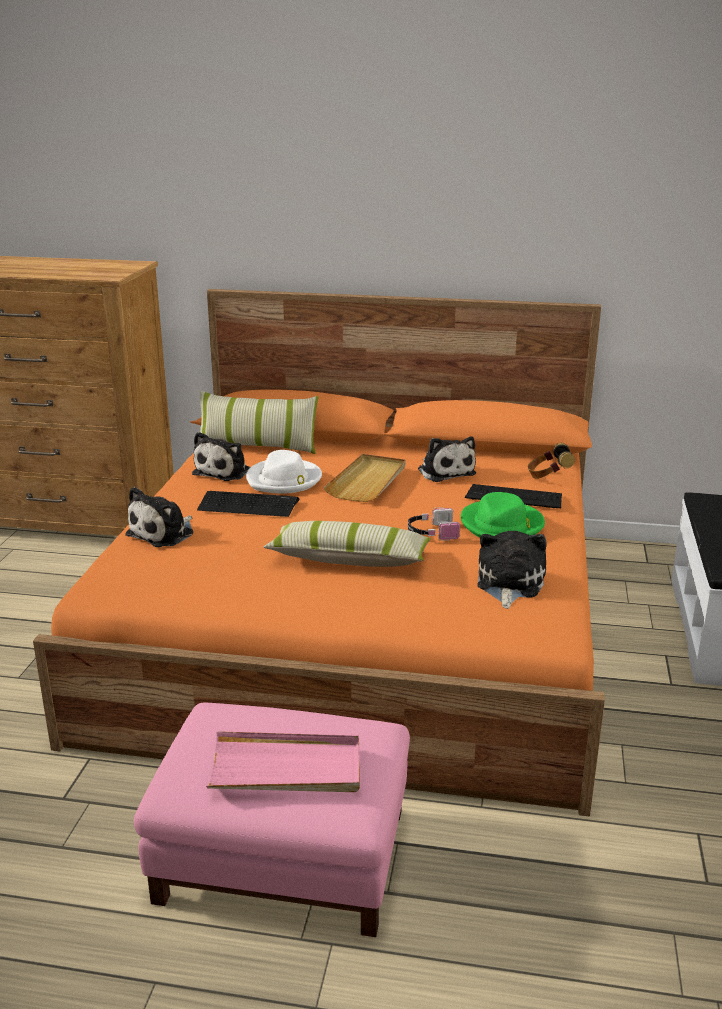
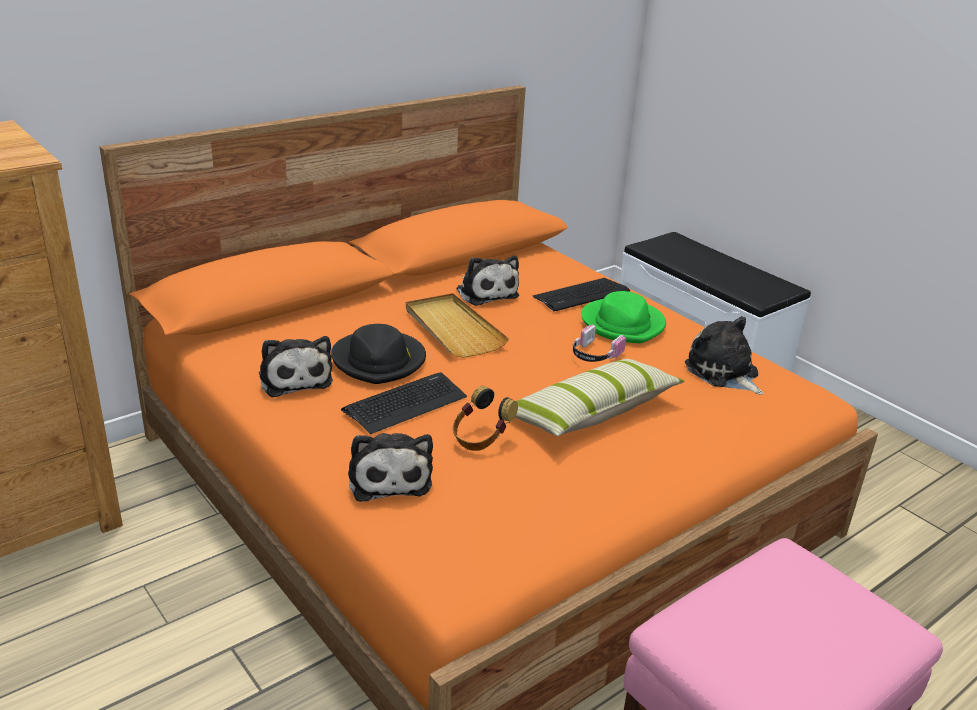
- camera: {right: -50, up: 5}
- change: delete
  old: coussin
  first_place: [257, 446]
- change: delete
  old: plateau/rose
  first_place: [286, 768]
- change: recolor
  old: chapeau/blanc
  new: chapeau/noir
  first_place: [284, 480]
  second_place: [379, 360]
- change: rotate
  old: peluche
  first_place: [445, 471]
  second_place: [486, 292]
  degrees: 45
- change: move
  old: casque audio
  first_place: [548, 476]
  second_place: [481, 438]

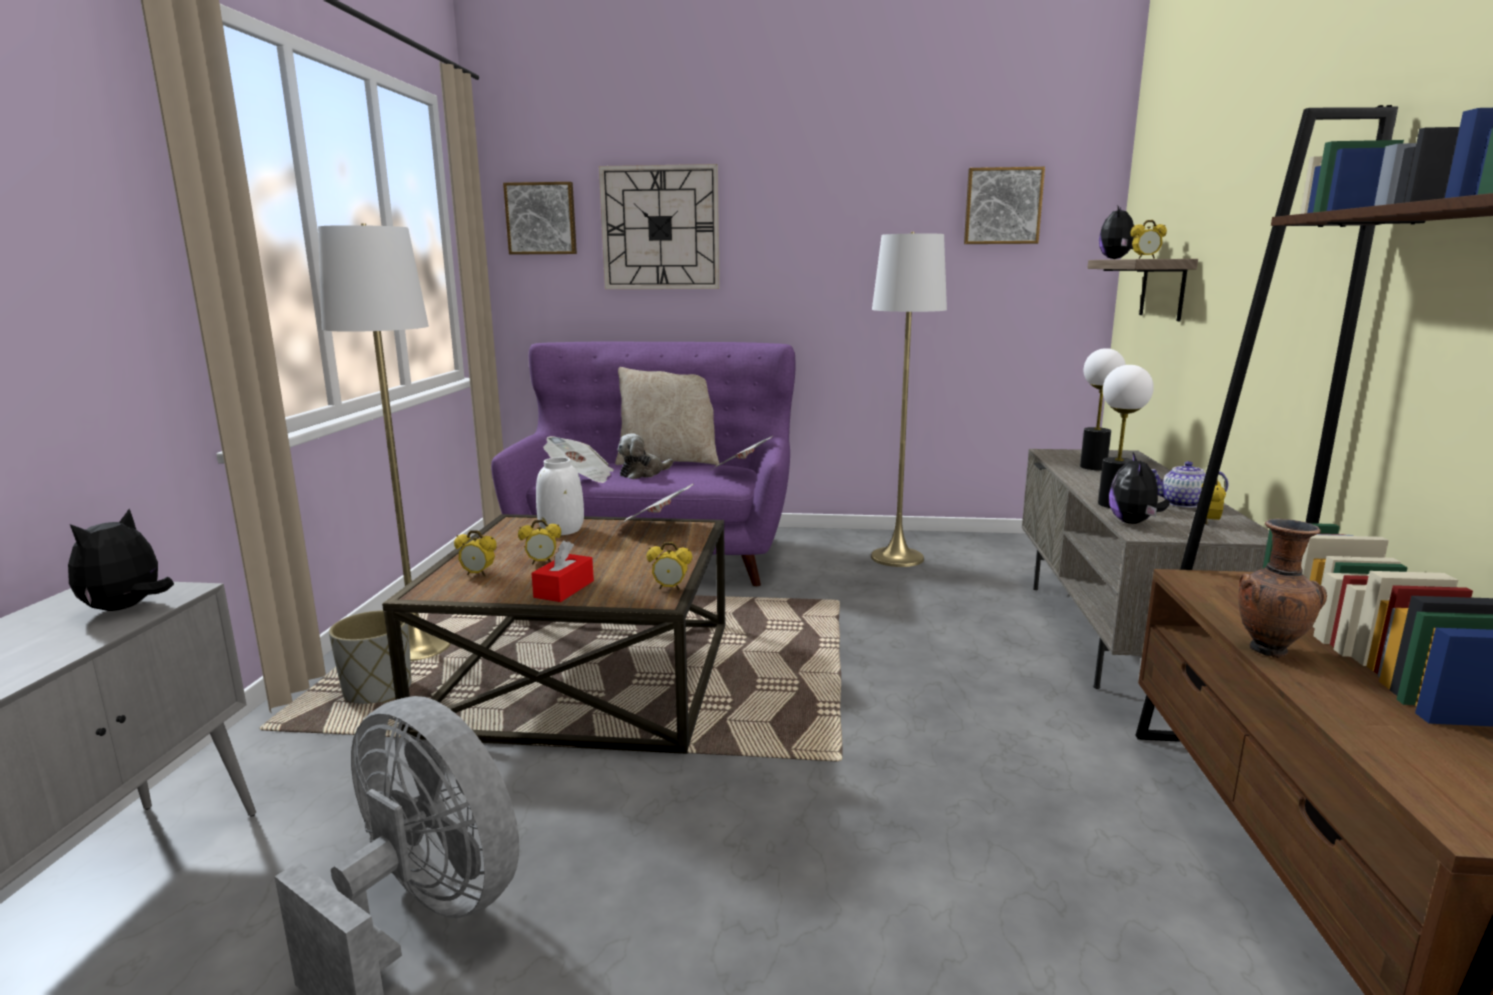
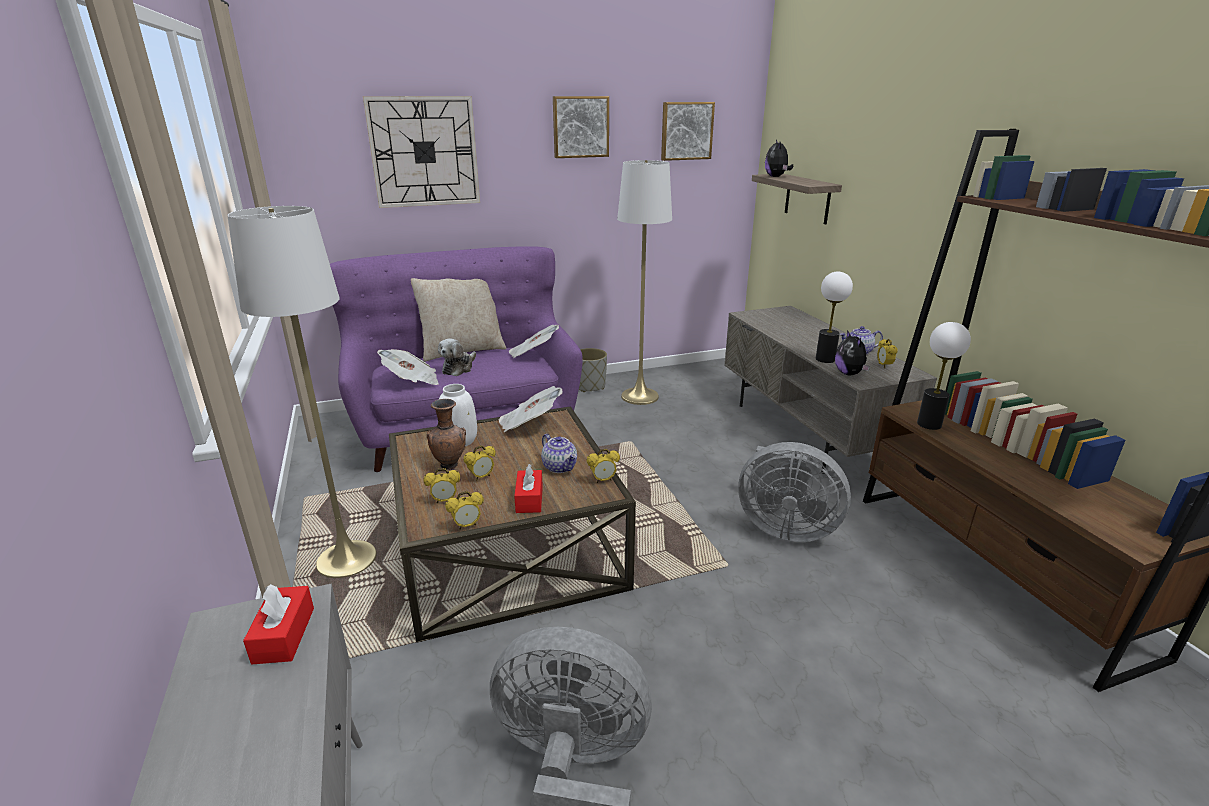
- camera: {right: -25, up: 10}
- change: replace
  old: peluche
  new: boîte à mouchoirs/rouge
  first_place: [126, 608]
  second_place: [284, 635]
- change: move
  old: cache-pot/gris
  first_place: [378, 691]
  second_place: [590, 386]
- change: move
  old: tableau
  first_place: [541, 218]
  second_place: [580, 127]
- change: move
  old: lampe de table
  first_place: [1093, 467]
  second_place: [929, 424]
- change: move
  old: réveil
  first_place: [1145, 258]
  second_place: [467, 525]
- change: move
  old: vase/marron
  first_place: [1269, 650]
  second_place: [450, 465]
- change: insert
  new: théière
  second_place: [560, 467]
- change: insert
  new: ventilateur/gris
  second_place: [784, 528]

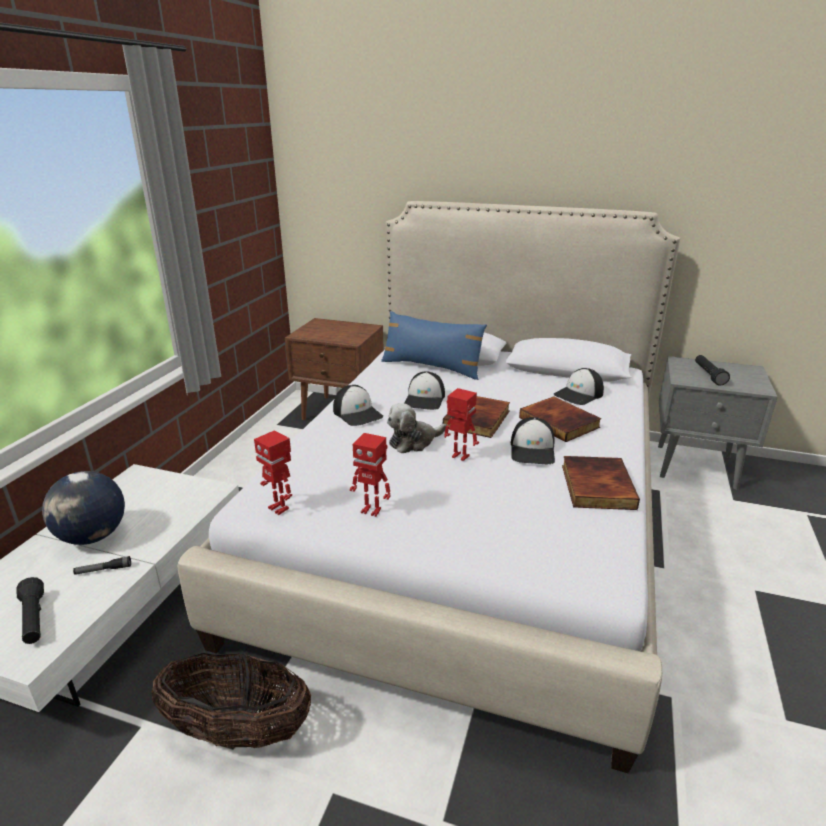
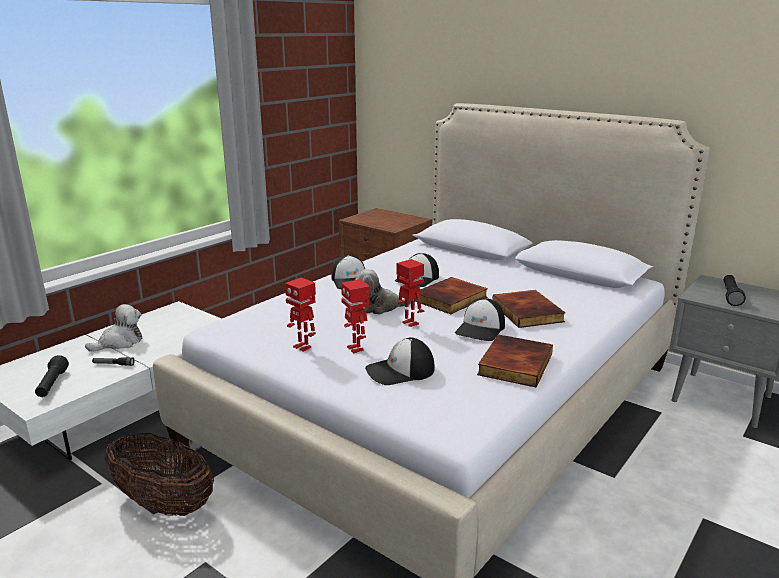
- camera: {right: 20, up: -5}
- change: replace
  old: globe
  new: peluche
  first_place: [92, 536]
  second_place: [120, 342]
- change: move
  old: robot jouet
  first_place: [279, 508]
  second_place: [356, 349]
- change: delete
  old: coussin/bleu
  first_place: [432, 367]
- change: move
  old: casquette
  first_place: [579, 394]
  second_place: [400, 371]

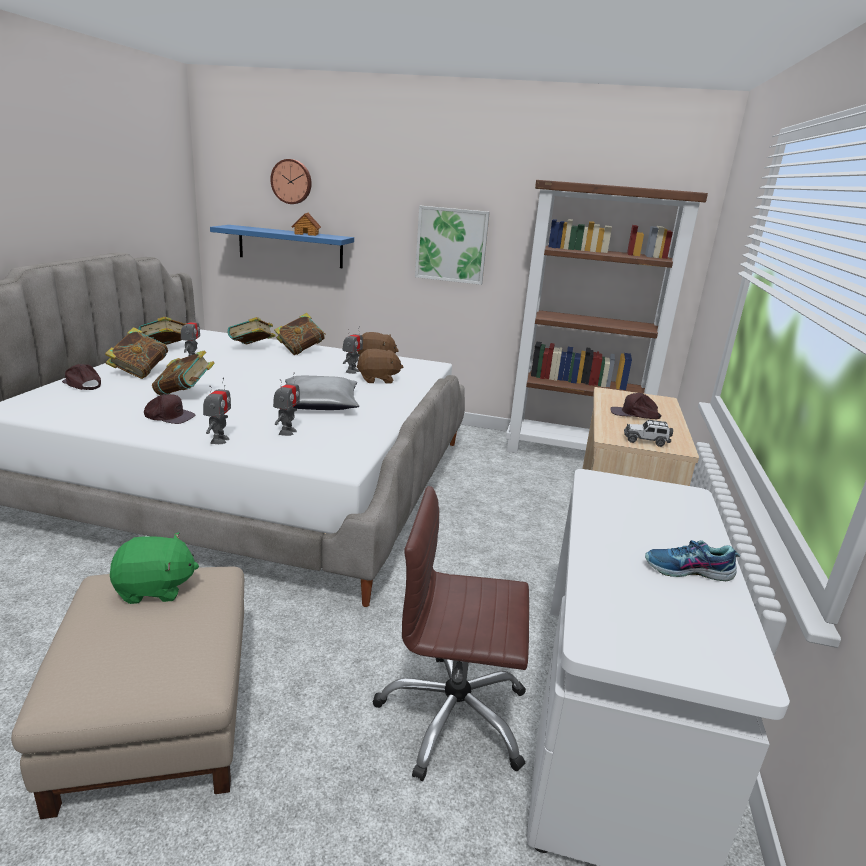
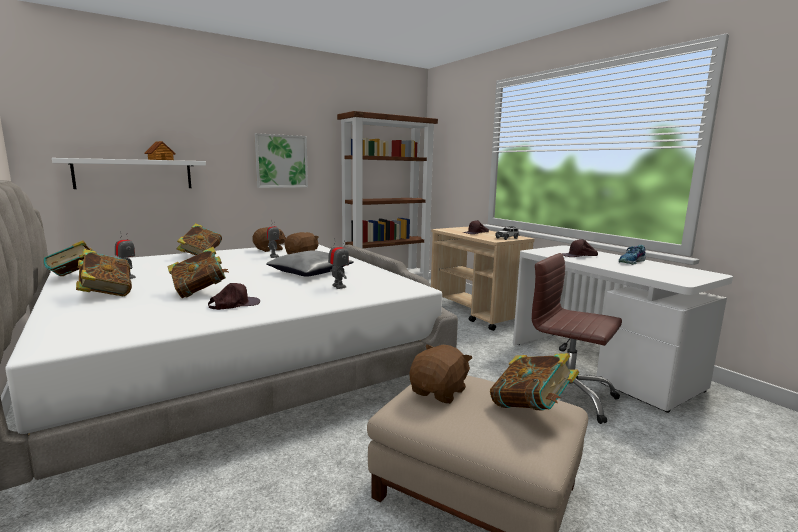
- camera: {right: -45, up: -10}
- change: move
  old: casquette/marron
  first_place: [82, 384]
  second_place: [579, 256]
- change: recolor
  old: peluche/vert
  new: peluche/marron
  first_place: [155, 589]
  second_place: [439, 392]
- change: delete
  old: robot jouet
  first_place: [219, 440]
- change: recolor
  old: étagère/bleu
  new: étagère/blanc
  first_place: [290, 246]
  second_place: [134, 174]
- change: move
  old: livre
  first_place: [252, 348]
  second_place: [530, 409]
- change: delete
  old: horloge murale
  first_place: [292, 181]
- change: rotate
  old: chaise de bureau/marron
  first_place: [453, 717]
  second_place: [566, 397]
  degrees: 75

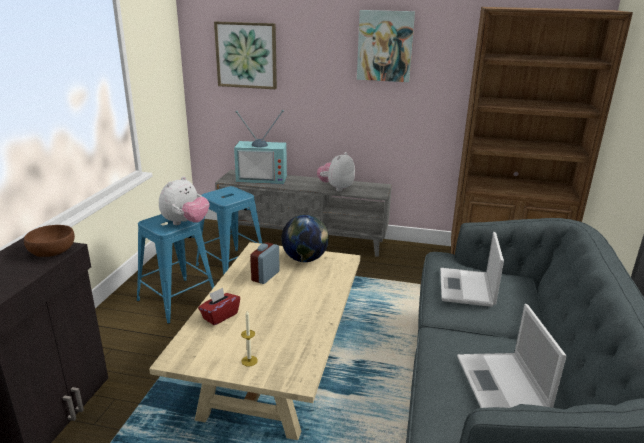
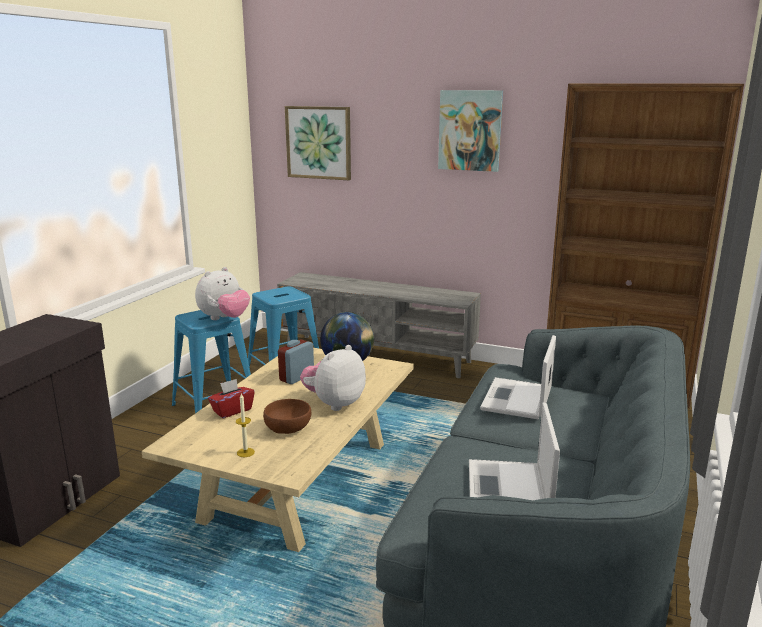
- camera: {right: 10, up: -5}
- change: move
  old: bol/marron
  first_place: [53, 251]
  second_place: [289, 428]
- change: delete
  old: téléviseur
  first_place: [263, 178]
- change: move
  old: peluche
  first_place: [336, 188]
  second_place: [334, 403]

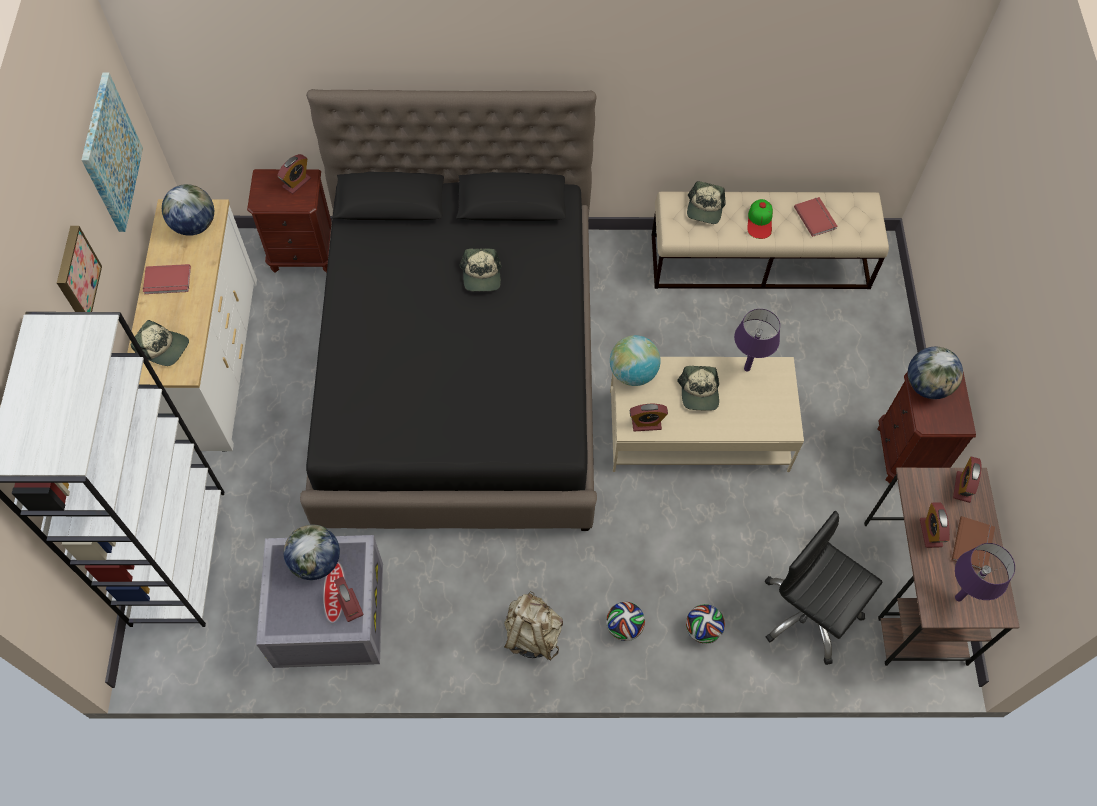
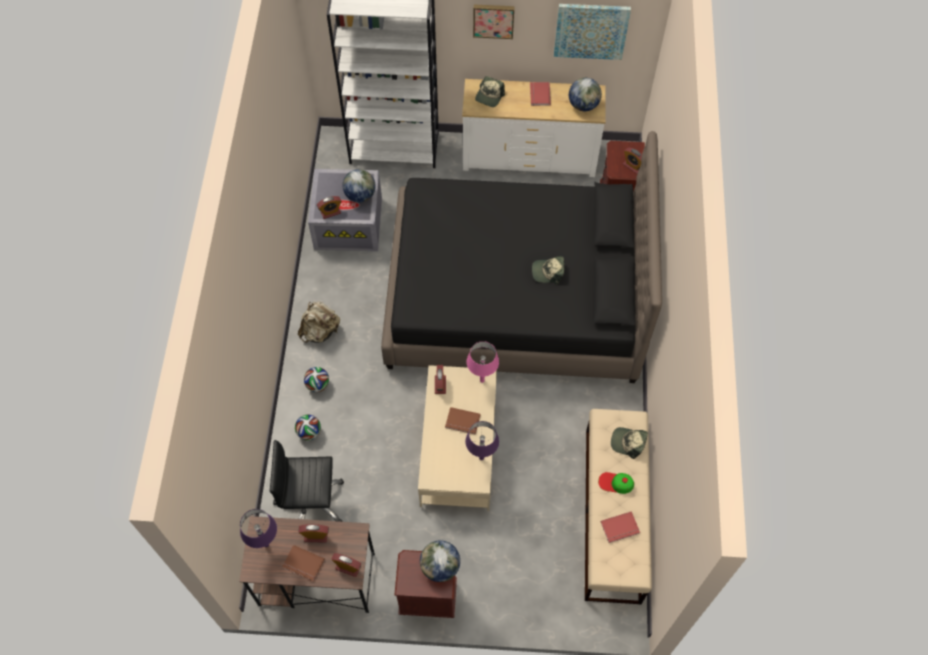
- camera: {right: 95, up: 0}
- change: replace
  old: globe
  new: lampe de table/rose
  first_place: [633, 373]
  second_place: [482, 380]
- change: replace
  old: casquette
  new: livre/marron
  first_place: [699, 393]
  second_place: [462, 422]
- change: rotate
  old: chaise de bureau/noir
  first_place: [809, 613]
  second_place: [311, 502]
  degrees: -135

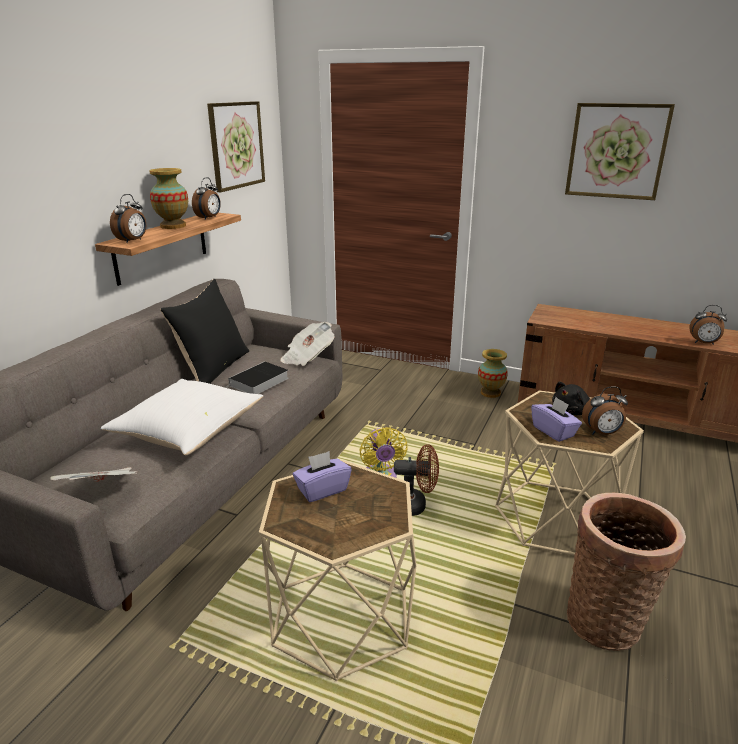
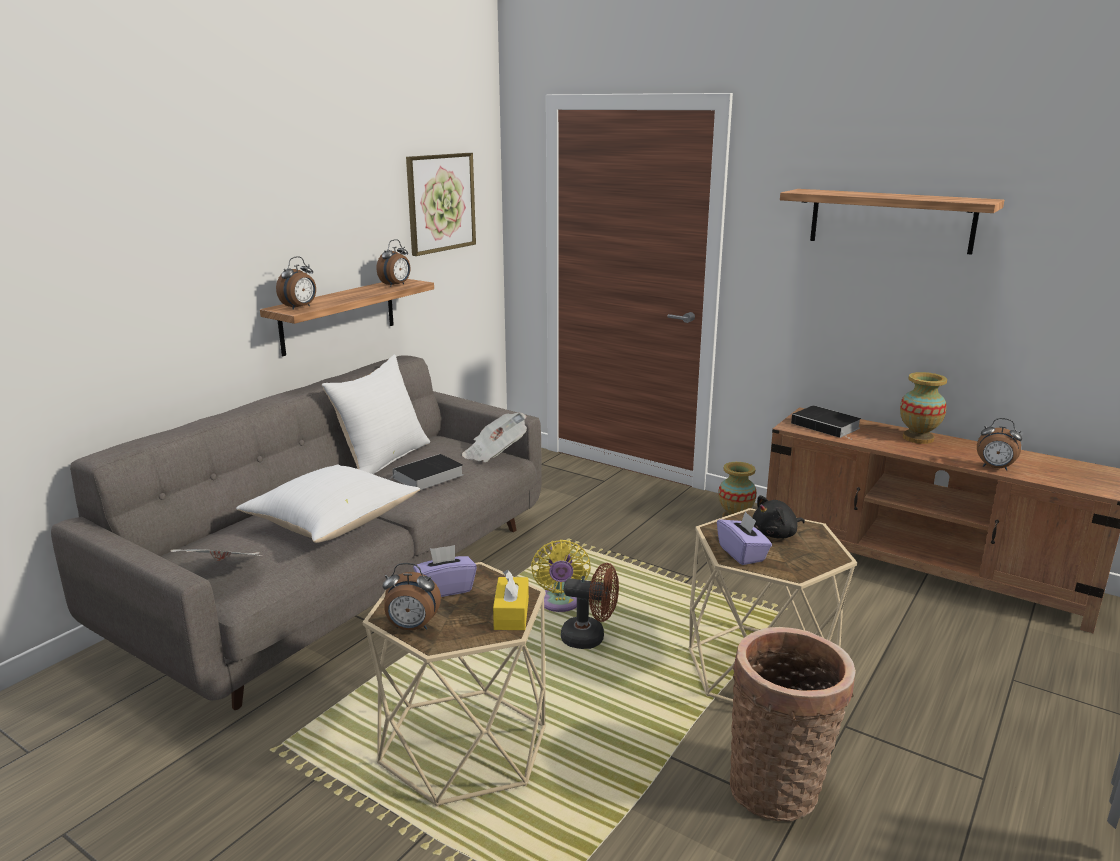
- camera: {right: 10, up: -5}
- change: move
  old: vase
  first_place: [173, 226]
  second_place: [917, 438]
- change: recolor
  old: coussin/noir
  new: coussin/blanc
  first_place: [214, 369]
  second_place: [383, 459]
- change: replace
  old: tableau
  new: étagère
  first_place: [616, 151]
  second_place: [891, 220]
- change: move
  old: réveil
  first_place: [602, 433]
  second_place: [412, 627]
- change: insert
  new: boîte à mouchoirs/jaune
  second_place: [511, 613]
- change: insert
  new: livre
  second_place: [827, 426]

